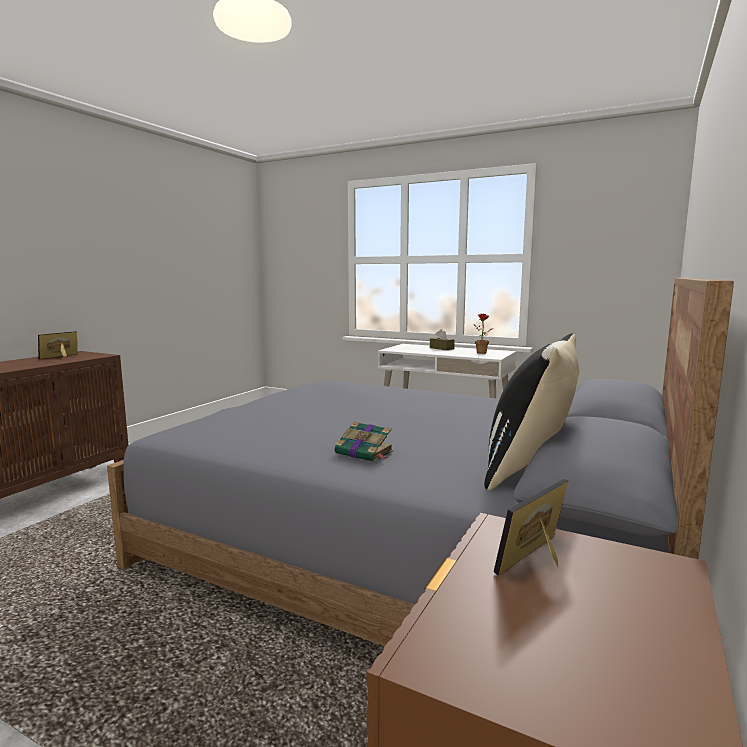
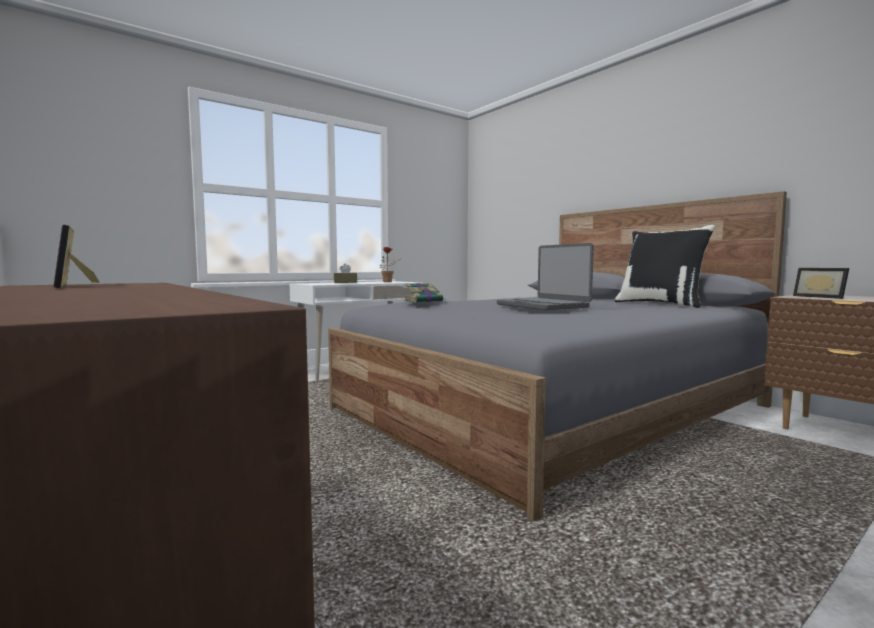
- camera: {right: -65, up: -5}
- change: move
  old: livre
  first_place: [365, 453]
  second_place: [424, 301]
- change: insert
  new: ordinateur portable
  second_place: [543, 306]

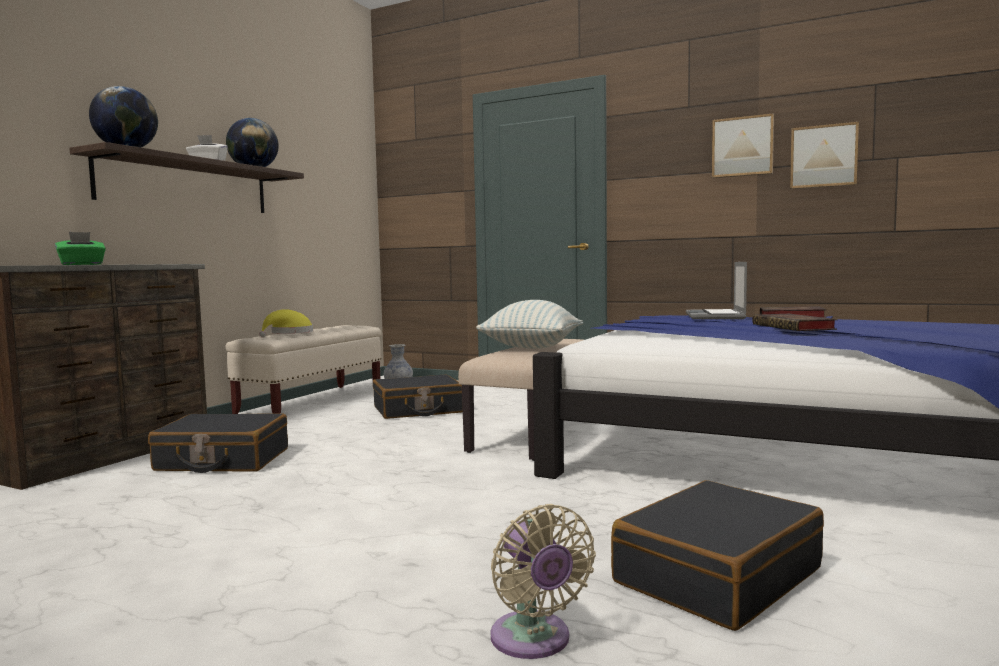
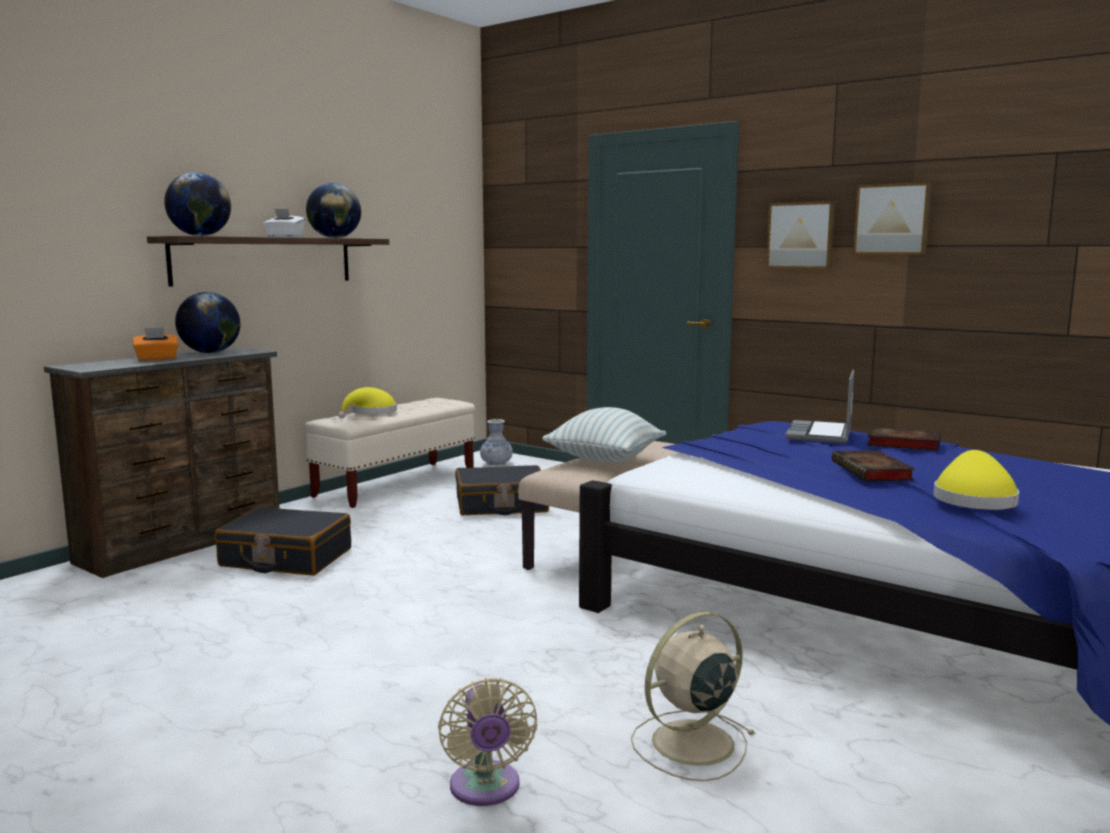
- camera: {right: 10, up: 5}
- change: recolor
  old: boîte à mouchoirs/vert
  new: boîte à mouchoirs/orange
  first_place: [82, 264]
  second_place: [157, 359]
- change: replace
  old: valise/noir
  new: ventilateur/beige
  first_place: [716, 575]
  second_place: [689, 744]
- change: move
  old: tableau
  first_place: [823, 156]
  second_place: [801, 235]
- change: insert
  new: globe
  second_place: [210, 353]
- change: insert
  new: chapeau/jaune
  second_place: [973, 499]

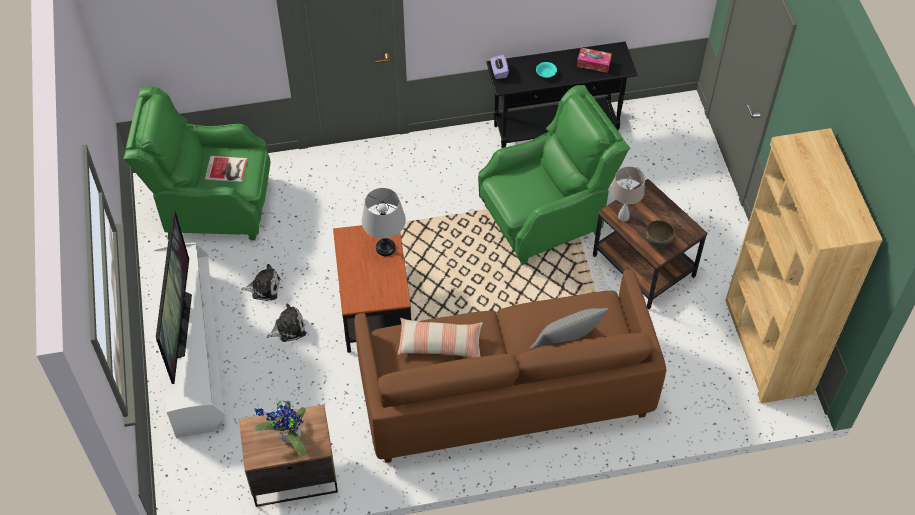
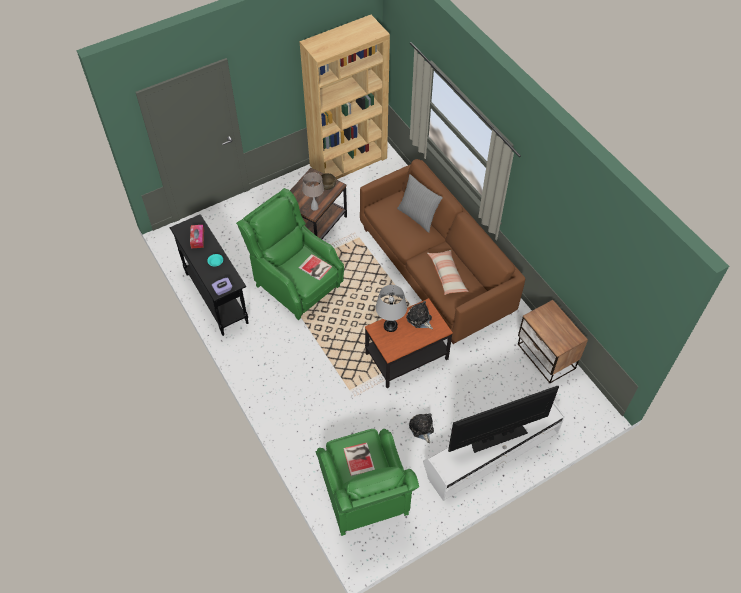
- camera: {right: -110, up: 0}
- change: delete
  old: plante en pot
  first_place: [288, 437]
- change: move
  old: peluche
  first_place: [288, 328]
  second_place: [419, 319]
- change: insert
  new: livre
  second_place: [315, 268]

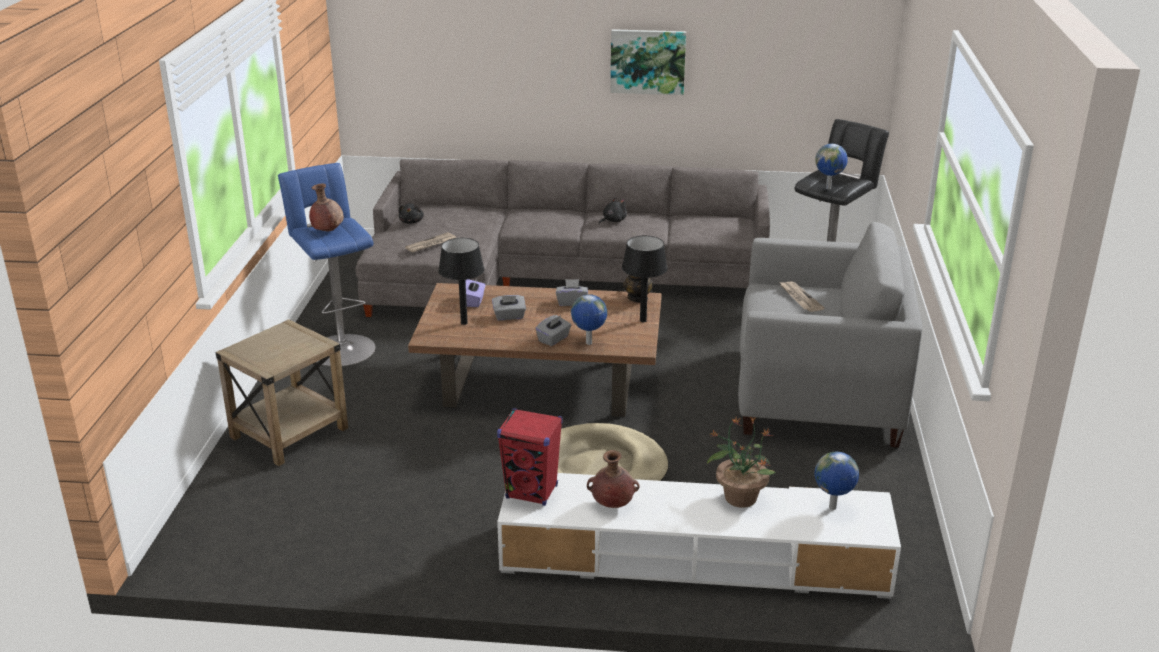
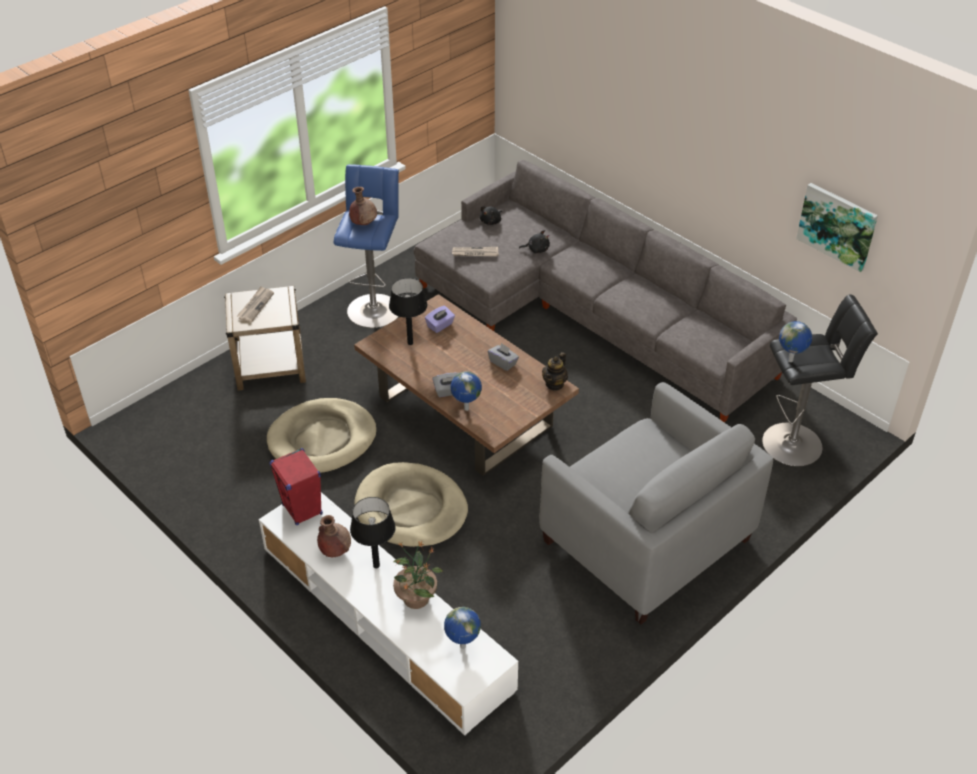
- camera: {right: 40, up: 15}
- change: delete
  old: boîte à mouchoirs/gris
  first_place: [509, 316]
- change: move
  old: peluche/noir
  first_place: [613, 221]
  second_place: [536, 249]
- change: move
  old: tableau
  first_place: [648, 61]
  second_place: [837, 226]
- change: move
  old: lampe de table/noir
  first_place: [643, 320]
  second_place: [376, 565]
- change: move
  old: journal
  first_place: [799, 298]
  second_place: [255, 305]
- change: insert
  new: panier pour chien/beige
  second_place: [322, 440]

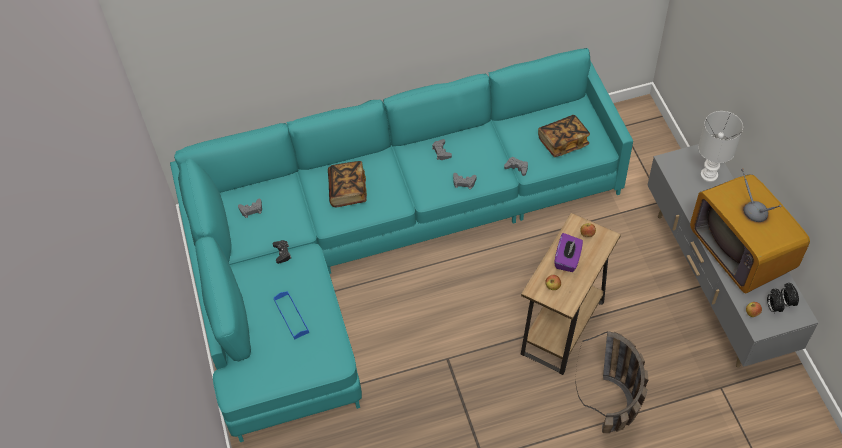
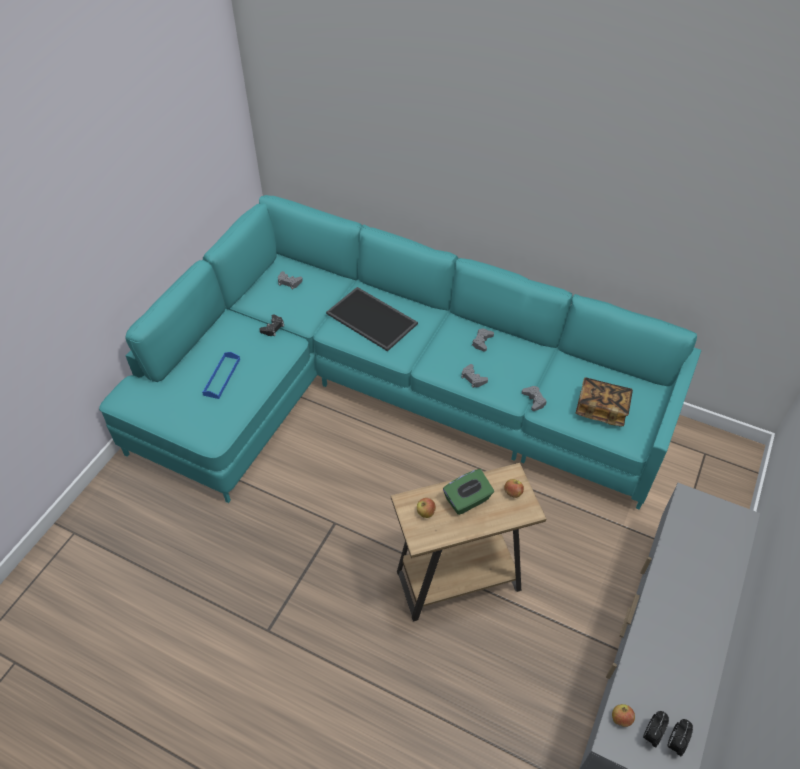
- camera: {right: 40, up: -5}
- change: replace
  old: livre
  new: plateau
  first_place: [348, 191]
  second_place: [373, 318]
- change: recolor
  old: boîte à mouchoirs/violet
  new: boîte à mouchoirs/vert
  first_place: [567, 259]
  second_place: [467, 500]
- change: delete
  old: panier
  first_place: [612, 417]
- change: delete
  old: téléviseur
  first_place: [741, 251]
- change: delete
  old: lampe de table/blanc
  first_place: [709, 176]

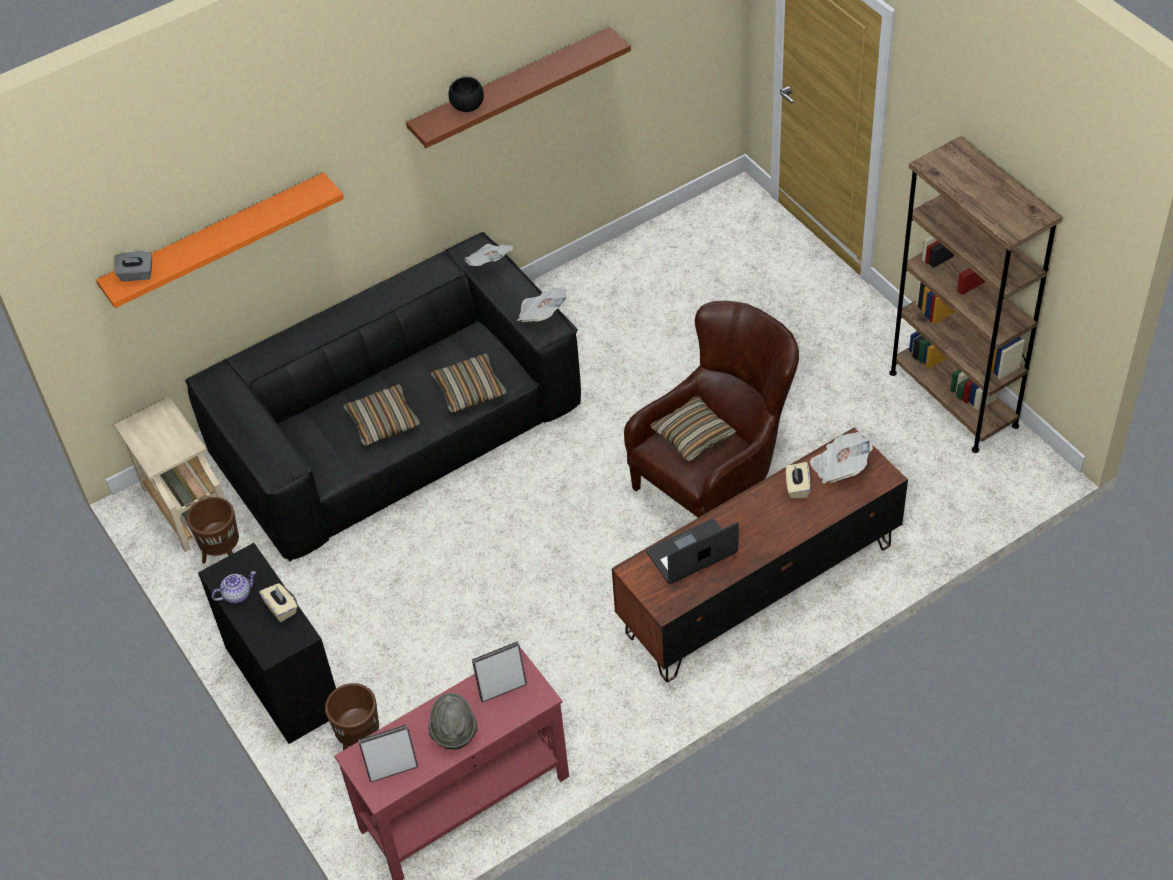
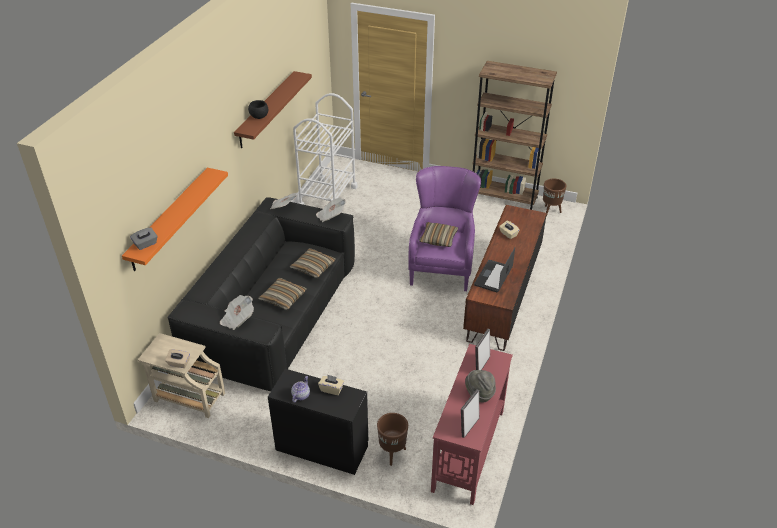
- camera: {right: -40, up: -10}
- change: move
  old: cache-pot/marron
  first_place: [225, 557]
  second_place: [550, 211]
- change: recolor
  old: fauteuil/marron
  new: fauteuil/violet
  first_place: [715, 480]
  second_place: [442, 266]
- change: move
  old: journal
  first_place: [839, 467]
  second_place: [237, 319]
- change: insert
  new: boîte à mouchoirs/beige
  second_place: [178, 363]
- change: insert
  new: chariot/blanc
  second_place: [328, 197]

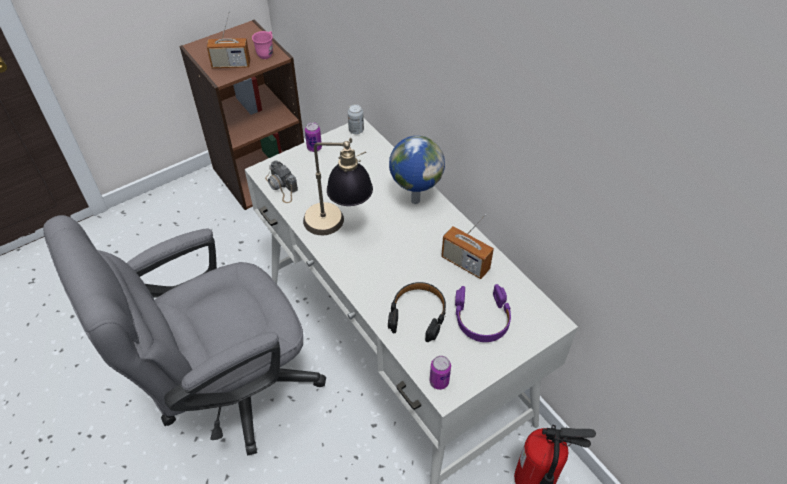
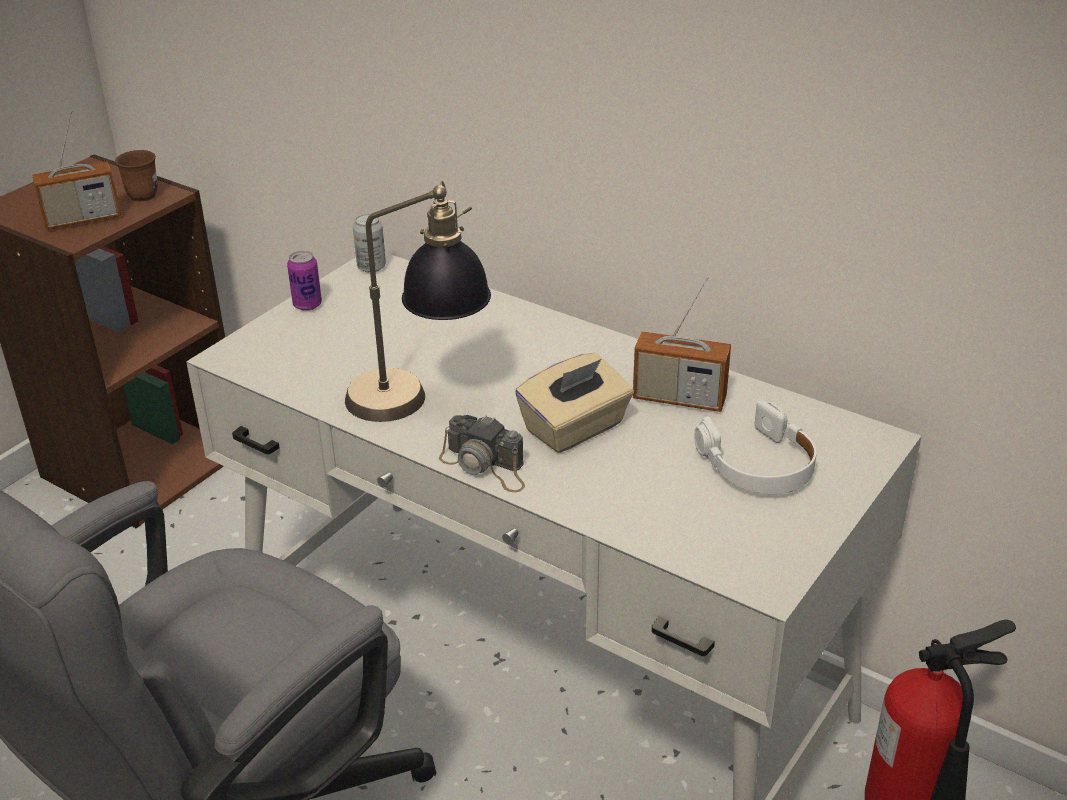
- camera: {right: -20, up: -15}
- change: recolor
  old: mug/rose
  new: mug/marron
  first_place: [267, 53]
  second_place: [145, 193]
- change: move
  old: appareil photo
  first_place: [282, 186]
  second_place: [486, 466]
- change: delete
  old: casque audio/noir
  first_place: [418, 314]
- change: delete
  old: globe
  first_place: [414, 200]
- change: delete
  old: boîte métallique
  first_place: [439, 381]
- change: recolor
  old: casque audio/violet
  new: casque audio/blanc
  first_place: [482, 318]
  second_place: [759, 465]
- change: insert
  new: boîte à mouchoirs/beige
  second_place: [575, 428]

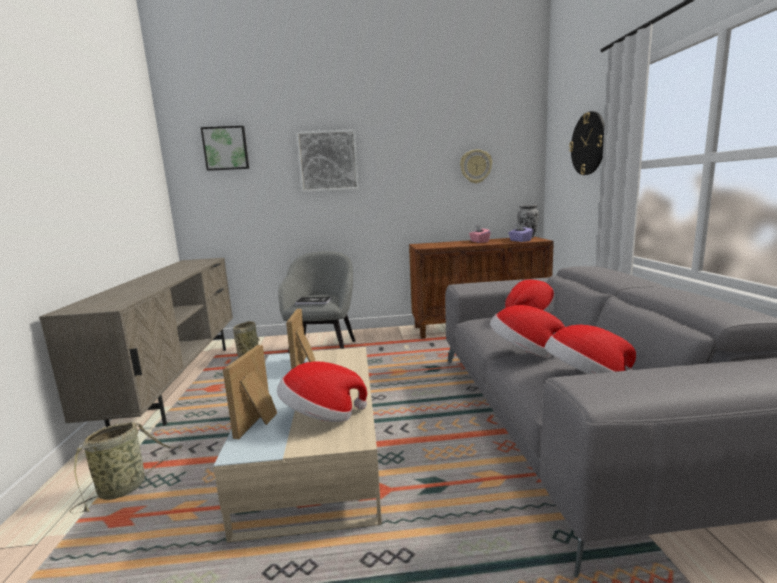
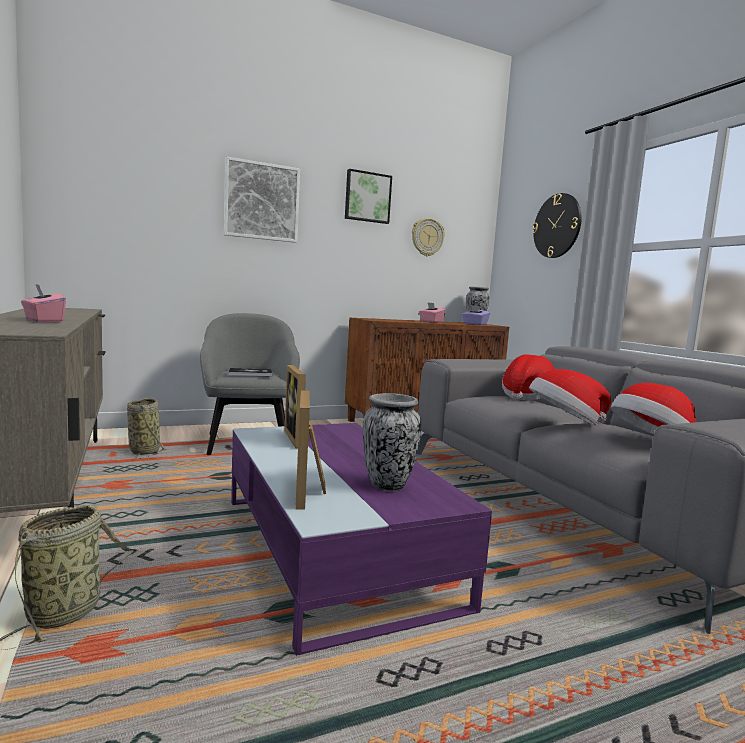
- camera: {right: -20, up: -5}
- change: move
  old: tableau
  first_place: [226, 148]
  second_place: [367, 197]
- change: recolor
  old: table basse/beige
  new: table basse/violet
  first_place: [316, 452]
  second_place: [333, 548]
- change: replace
  old: chapeau
  new: vase
  first_place: [321, 417]
  second_place: [388, 485]
- change: insert
  new: boîte à mouchoirs/rose
  second_place: [43, 321]

